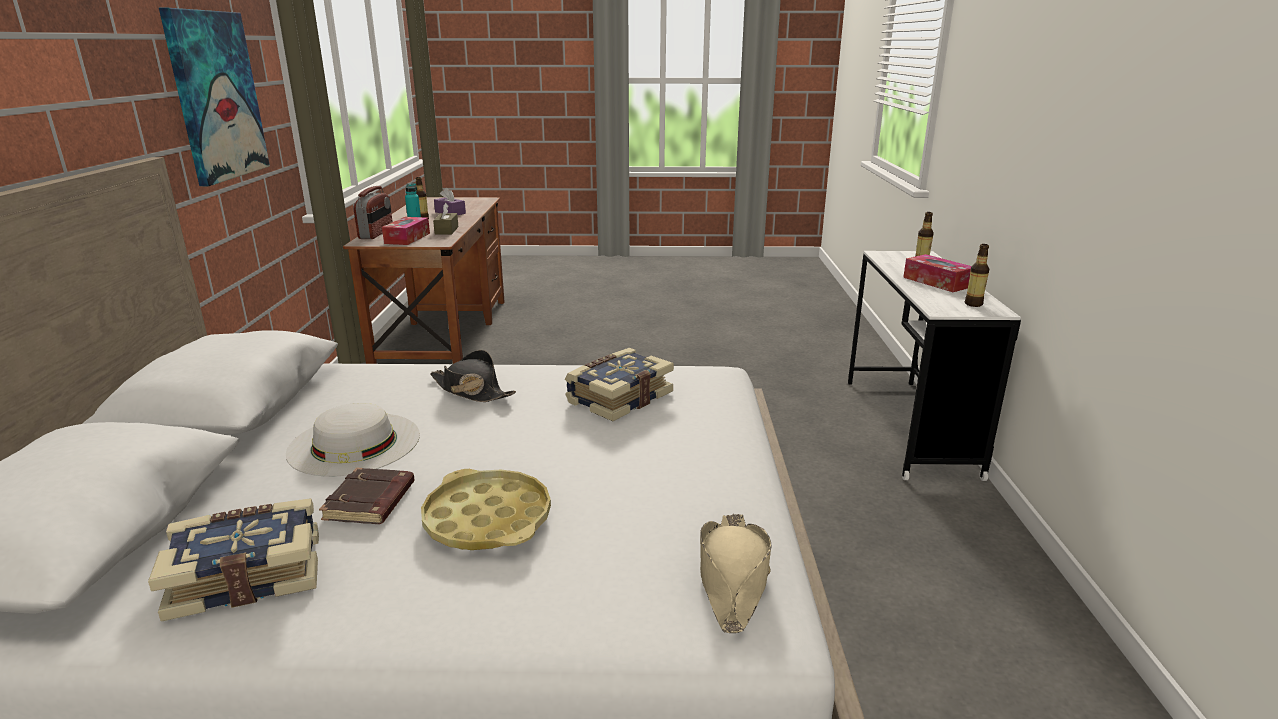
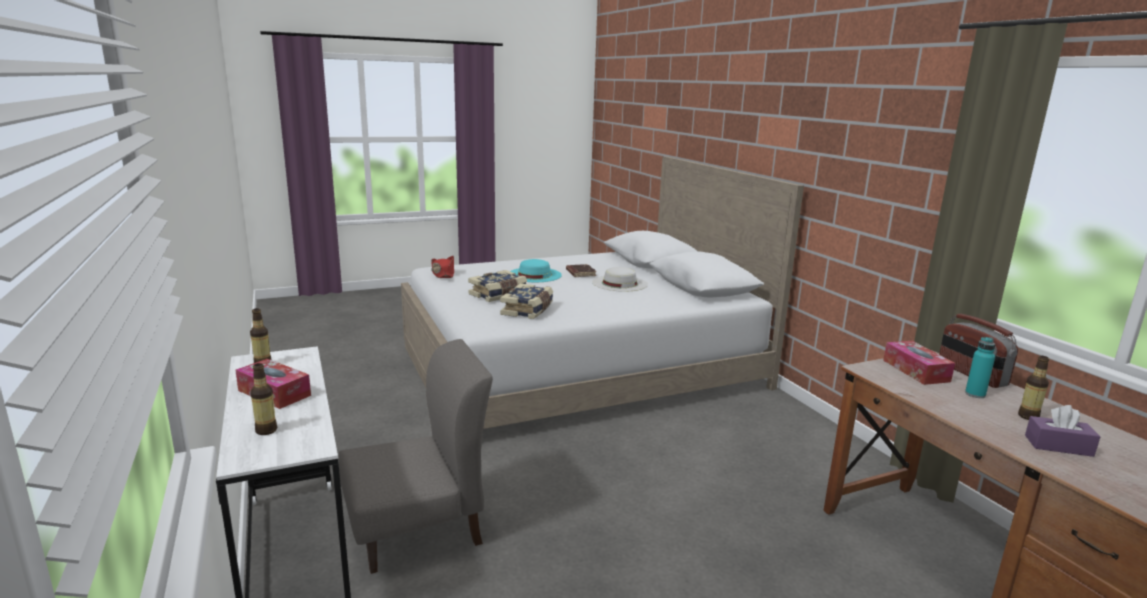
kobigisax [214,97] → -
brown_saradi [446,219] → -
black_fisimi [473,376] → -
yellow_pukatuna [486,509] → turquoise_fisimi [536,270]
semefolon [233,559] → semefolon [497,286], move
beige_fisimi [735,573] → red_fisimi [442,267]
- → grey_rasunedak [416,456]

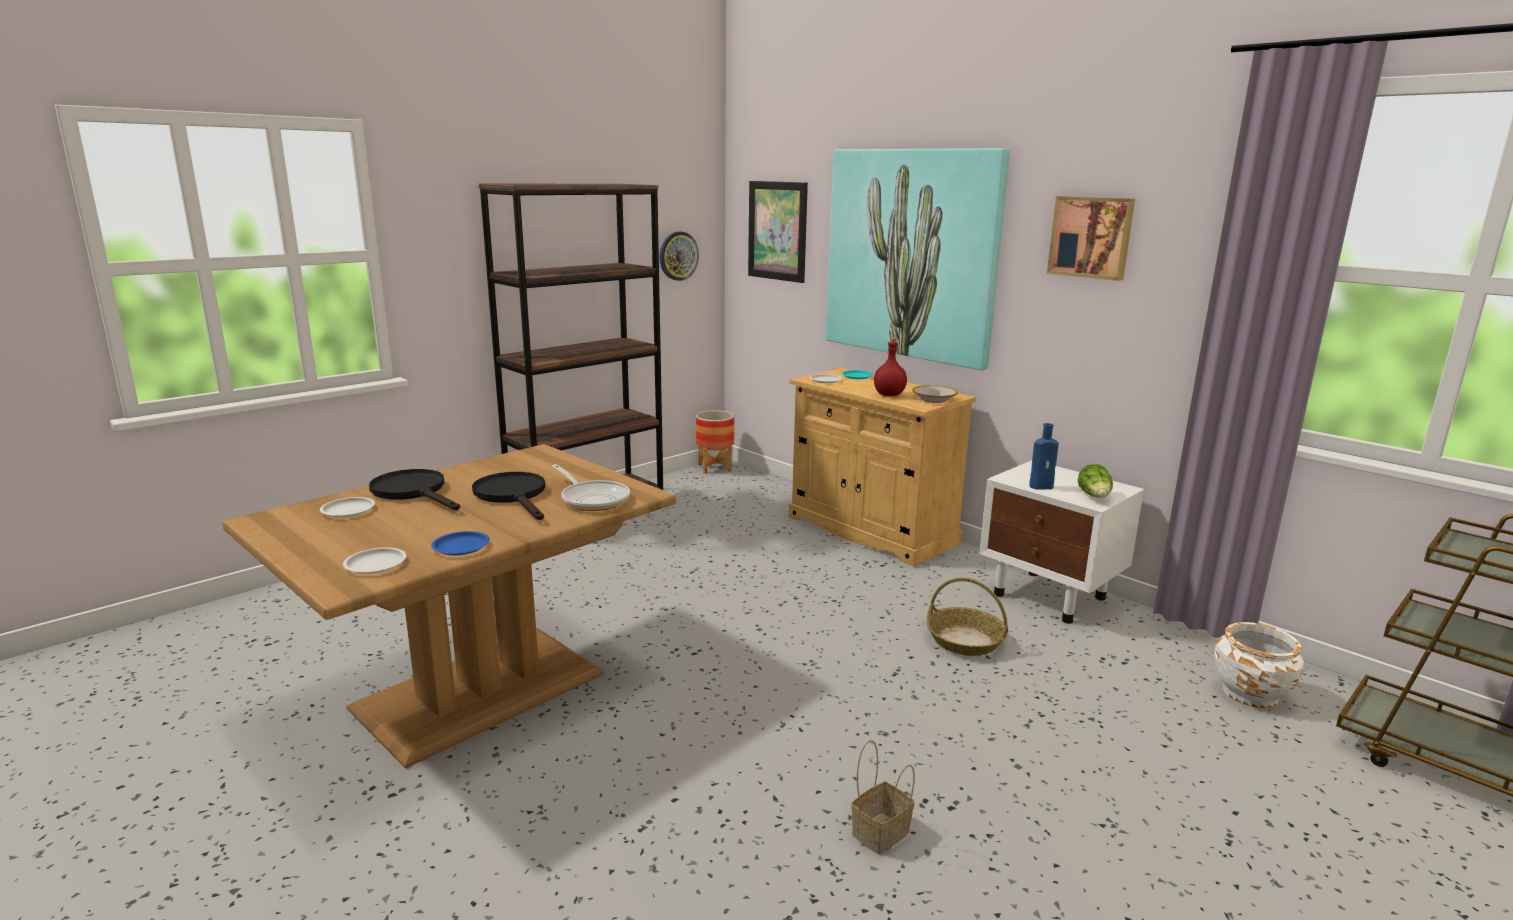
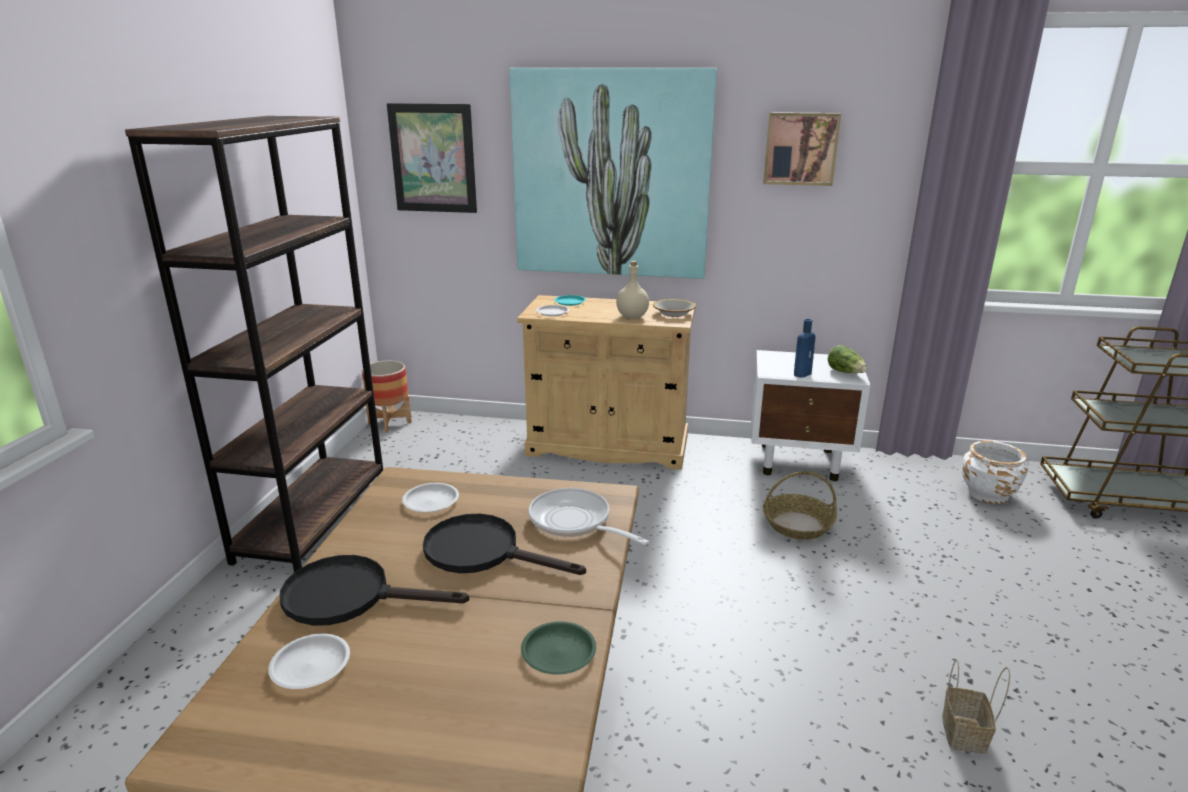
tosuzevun [679,256] → -
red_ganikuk [890,367] → beige_ganikuk [632,289]
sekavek [591,487] → sekavek [589,516], 150 degrees counterclockwise
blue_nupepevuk [460,543] → green_nupepevuk [558,648]
white_nupepevuk [374,560] → white_nupepevuk [430,497], move

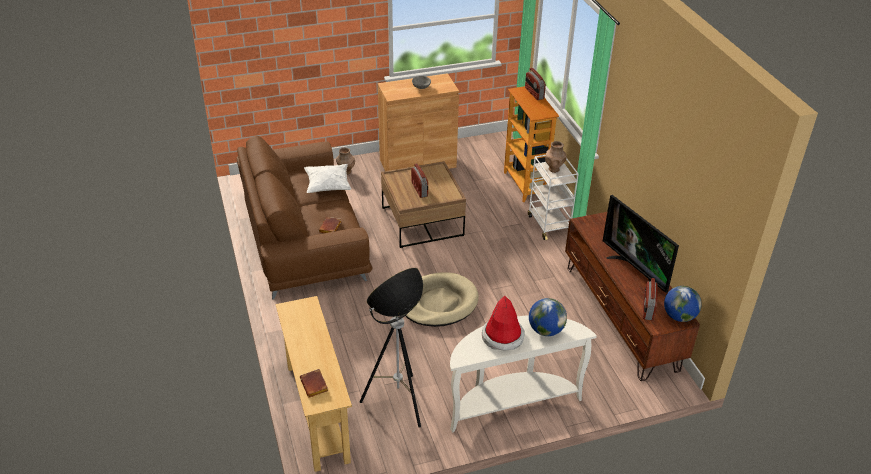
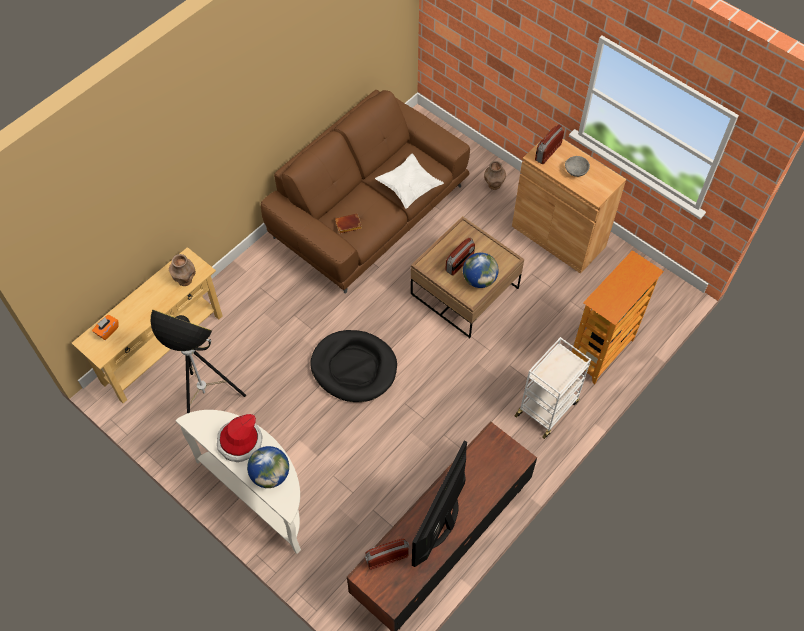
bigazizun [535,84] → bigazizun [549,144], move
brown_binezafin [556,157] → brown_binezafin [182,270], move
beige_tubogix [442,299] → black_tubogix [353,366]
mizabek [683,304] → mizabek [480,270], move
brown_semefolon [314,383] → orange_saradi [105,327]

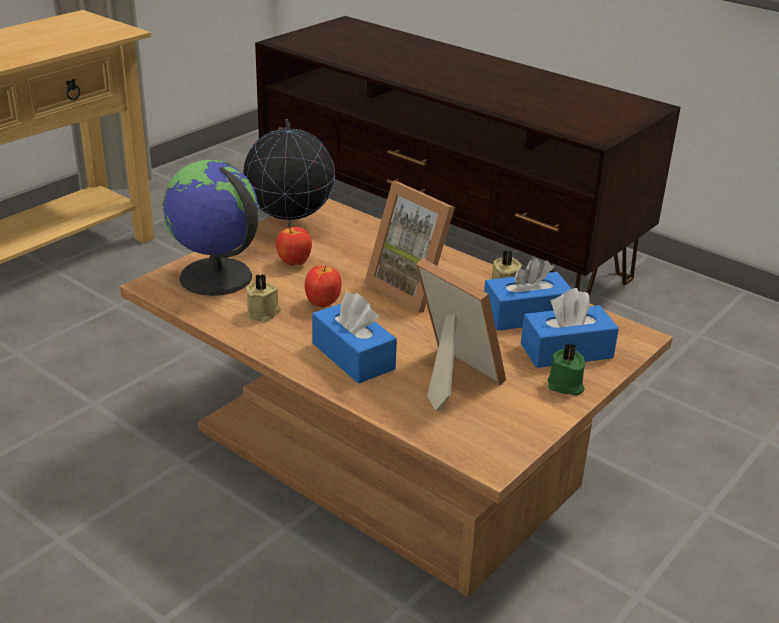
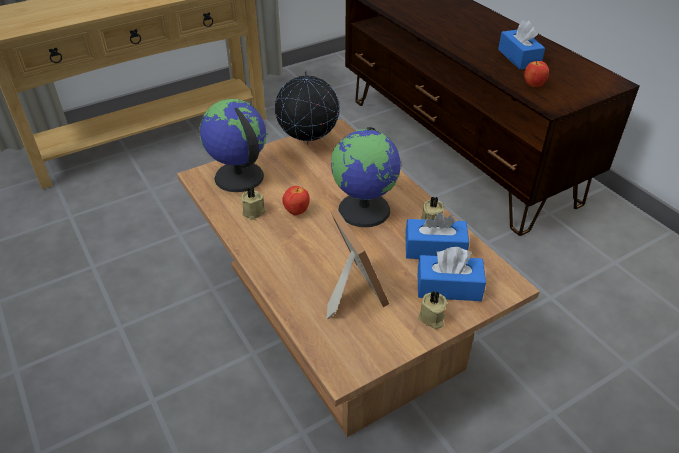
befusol [409,246] → mizabek [366,177]
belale [294,246] → belale [536,74], move
blue_saradi [354,338] → blue_saradi [521,45], move
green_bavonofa [566,369] → beige_bavonofa [432,310]

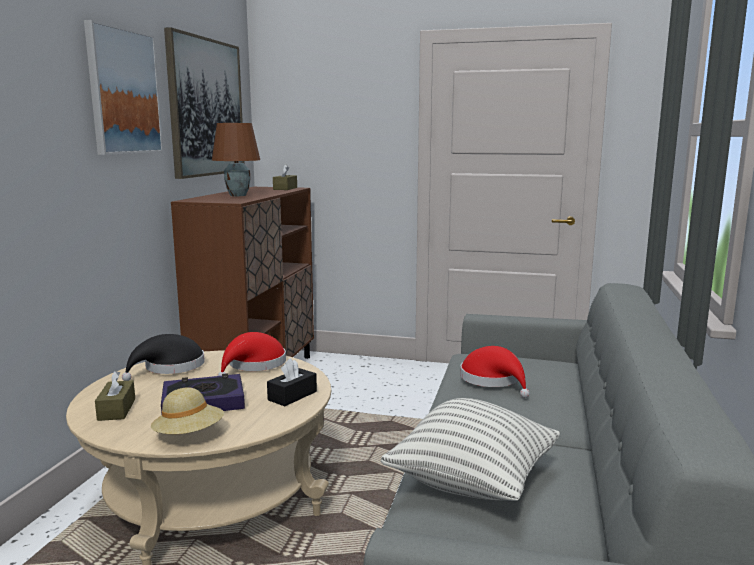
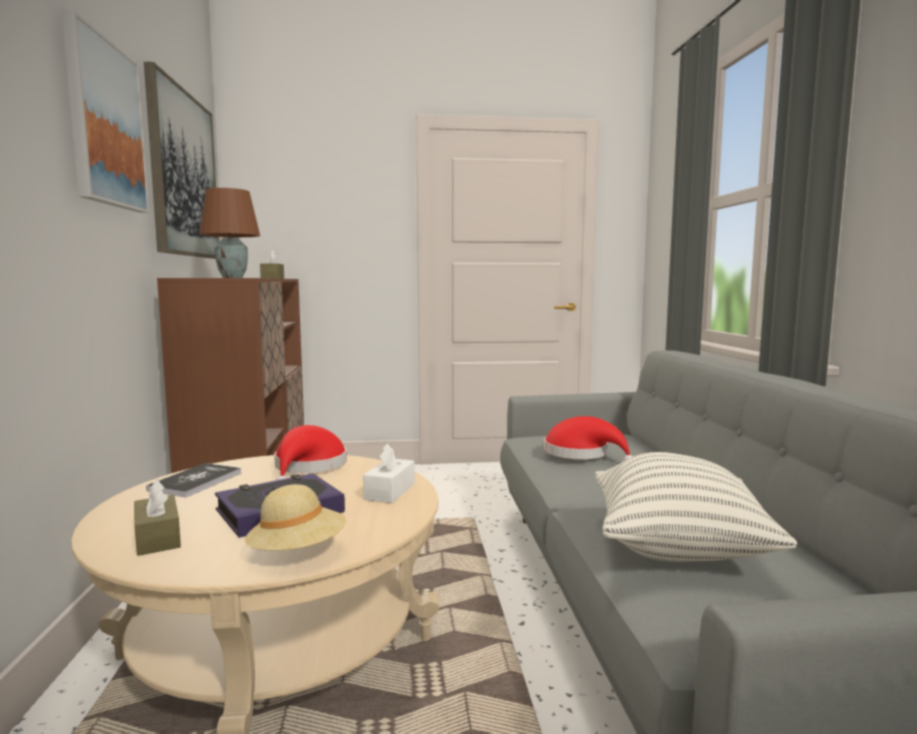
black_fisimi [163,357] → semefolon [193,480]
black_saradi [292,382] → white_saradi [389,473]

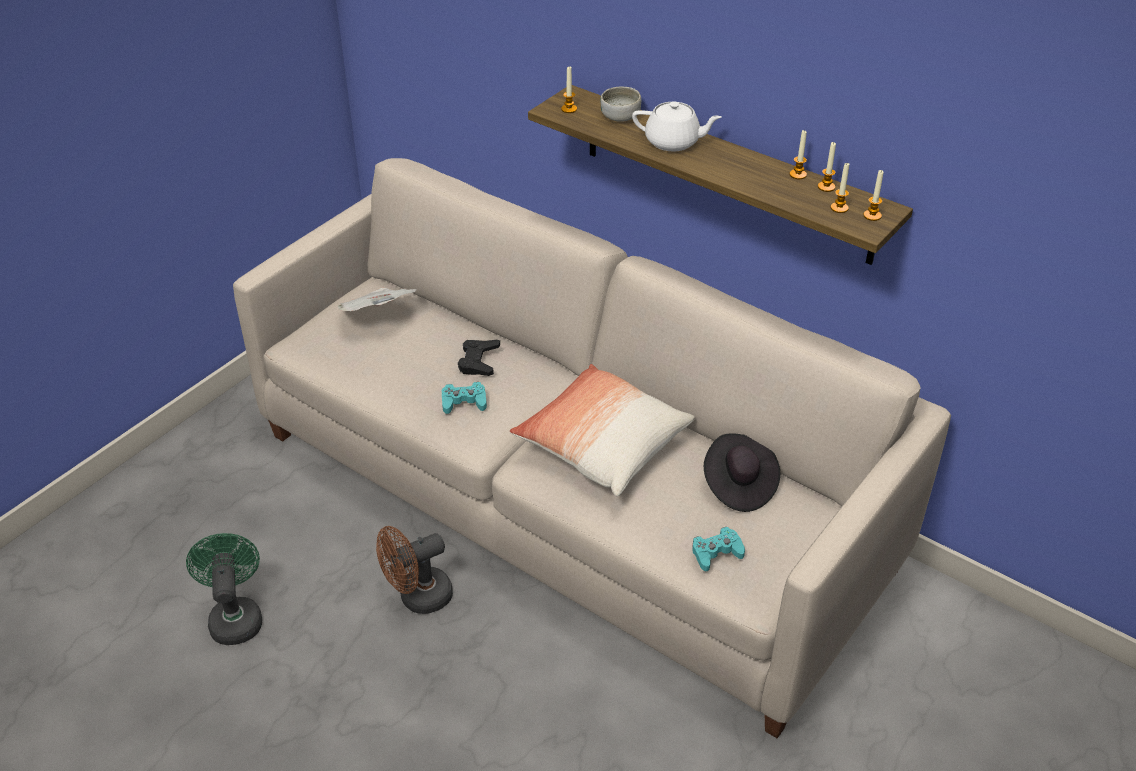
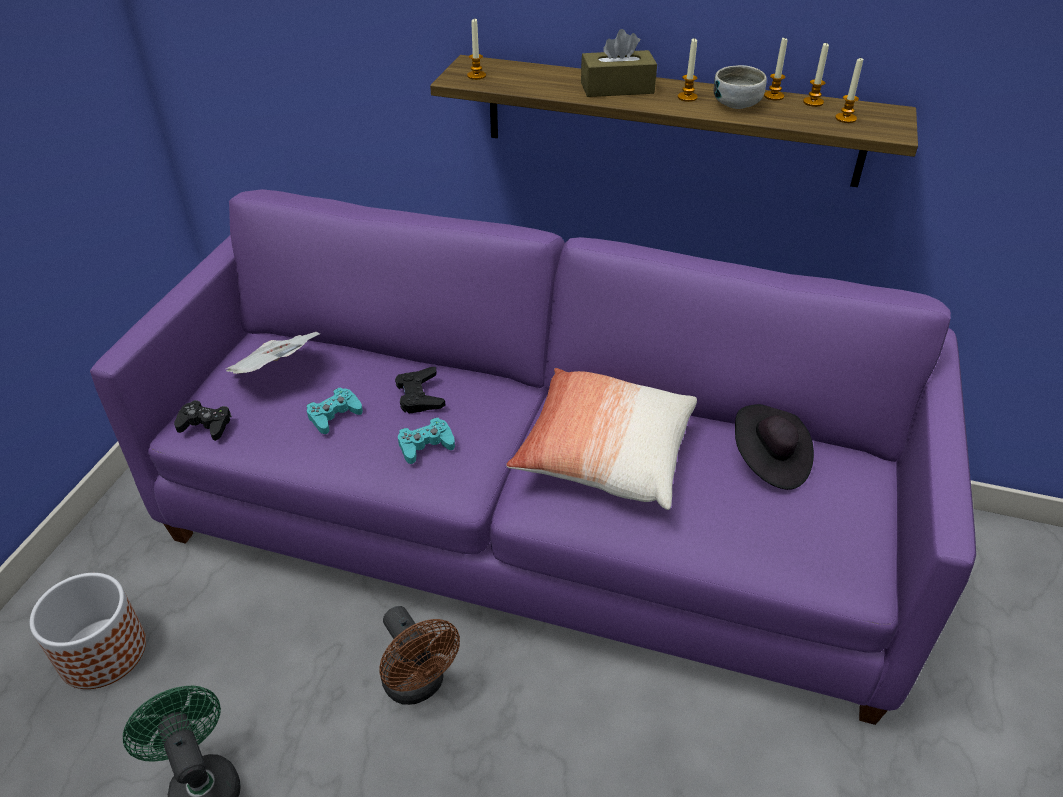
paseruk [620,104] → paseruk [740,87], move
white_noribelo [676,127] → brown_saradi [619,63]
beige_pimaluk [592,448] → purple_pimaluk [533,457]
bavonofa [873,195] → bavonofa [688,70], move
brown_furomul [414,570] → brown_furomul [419,655], 75 degrees counterclockwise
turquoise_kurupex [718,549] → turquoise_kurupex [335,410], move
- → black_kurupex [203,420]
- → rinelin [88,631]

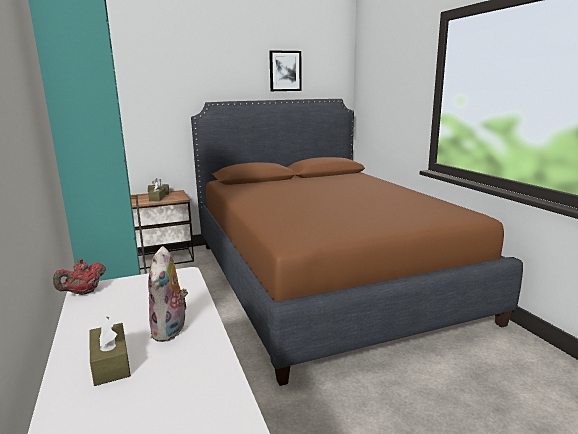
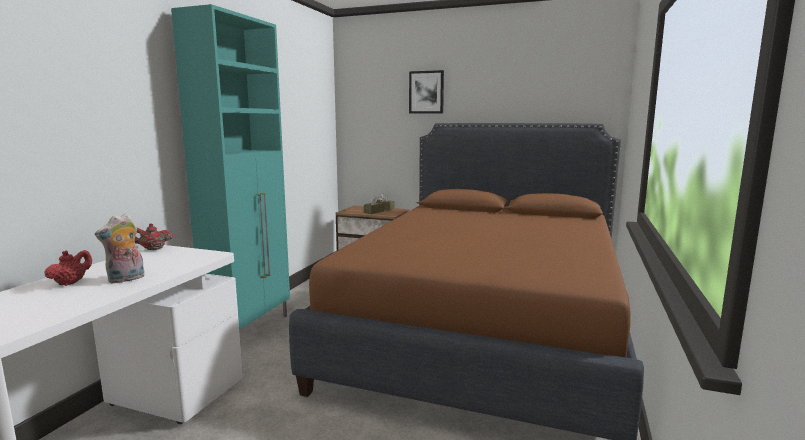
kobigisax [285,70] → kobigisax [426,92], move
brown_saradi [110,351] → red_noribelo [68,268]

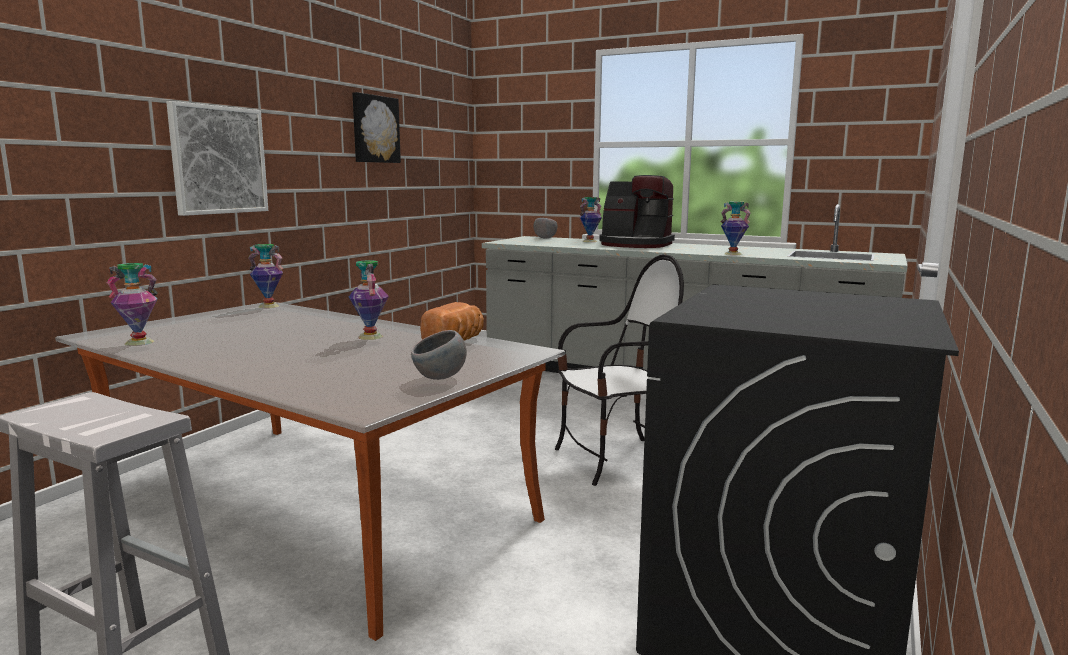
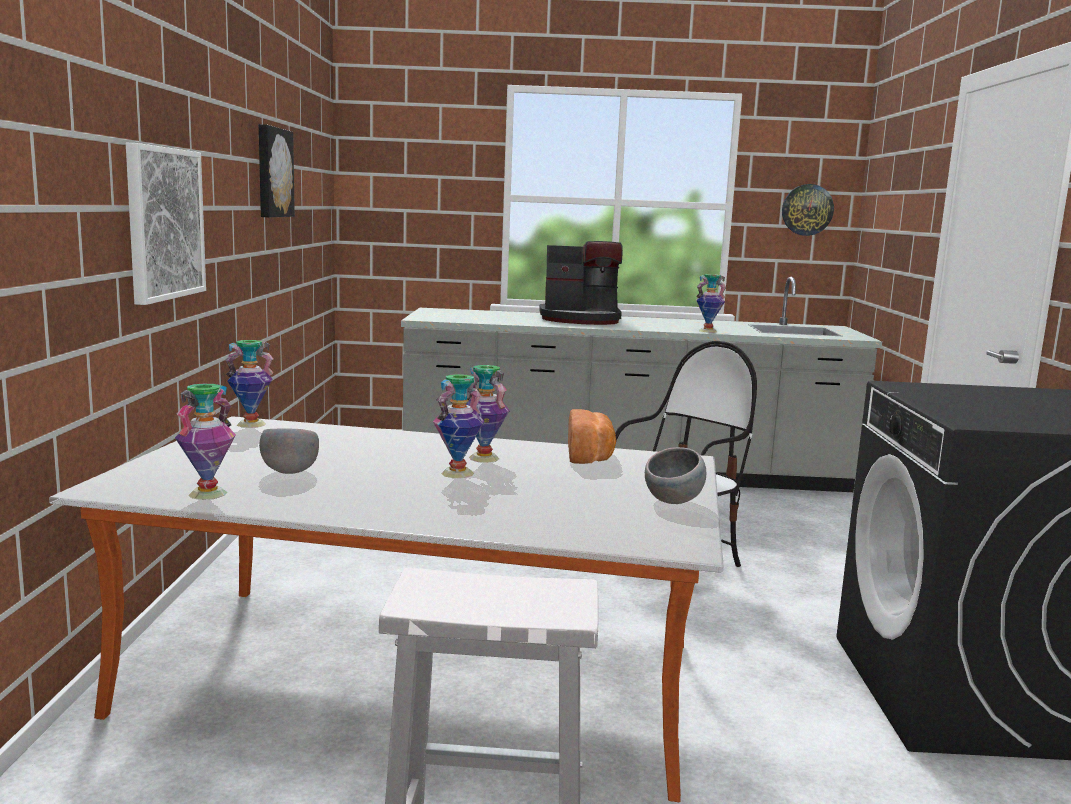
binezafin [590,219] → binezafin [459,426], move
grey_paseruk [545,228] → grey_paseruk [289,451], move
- → tosuzevun [808,210]

